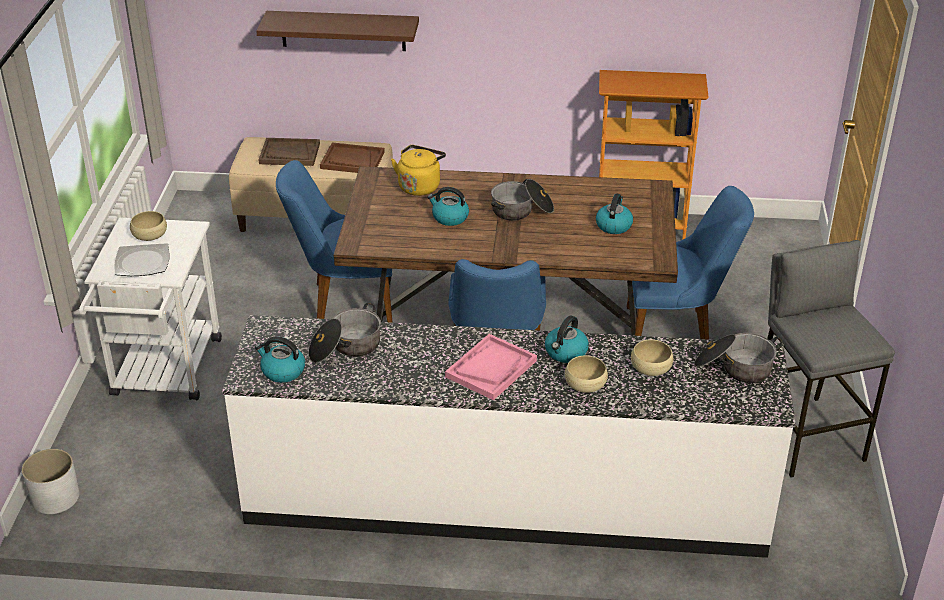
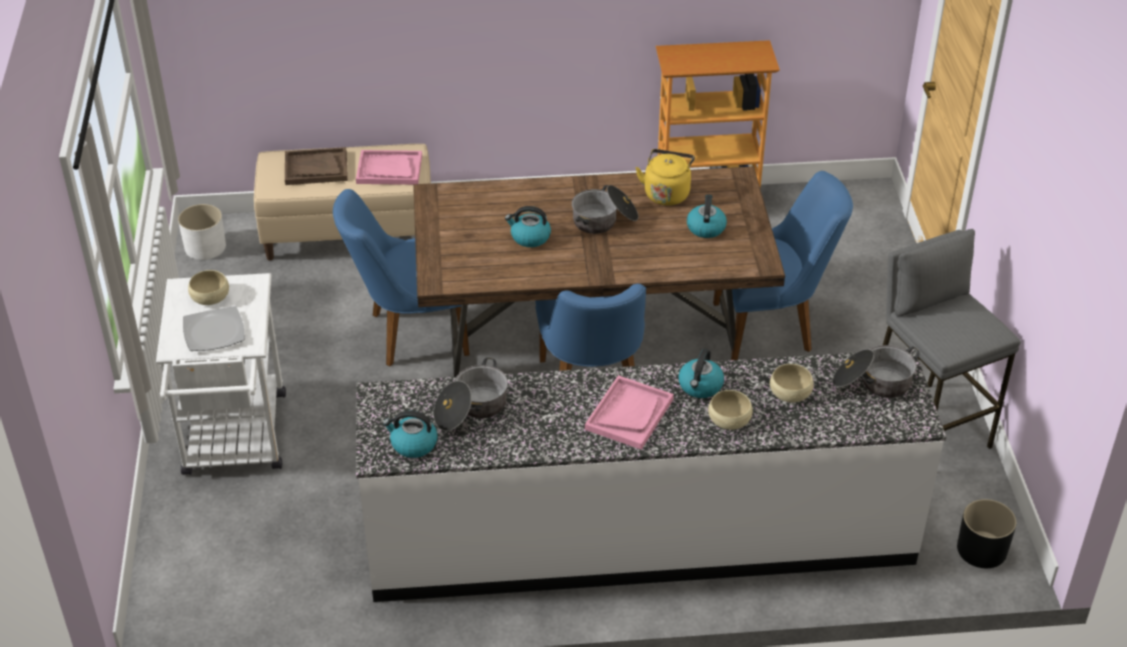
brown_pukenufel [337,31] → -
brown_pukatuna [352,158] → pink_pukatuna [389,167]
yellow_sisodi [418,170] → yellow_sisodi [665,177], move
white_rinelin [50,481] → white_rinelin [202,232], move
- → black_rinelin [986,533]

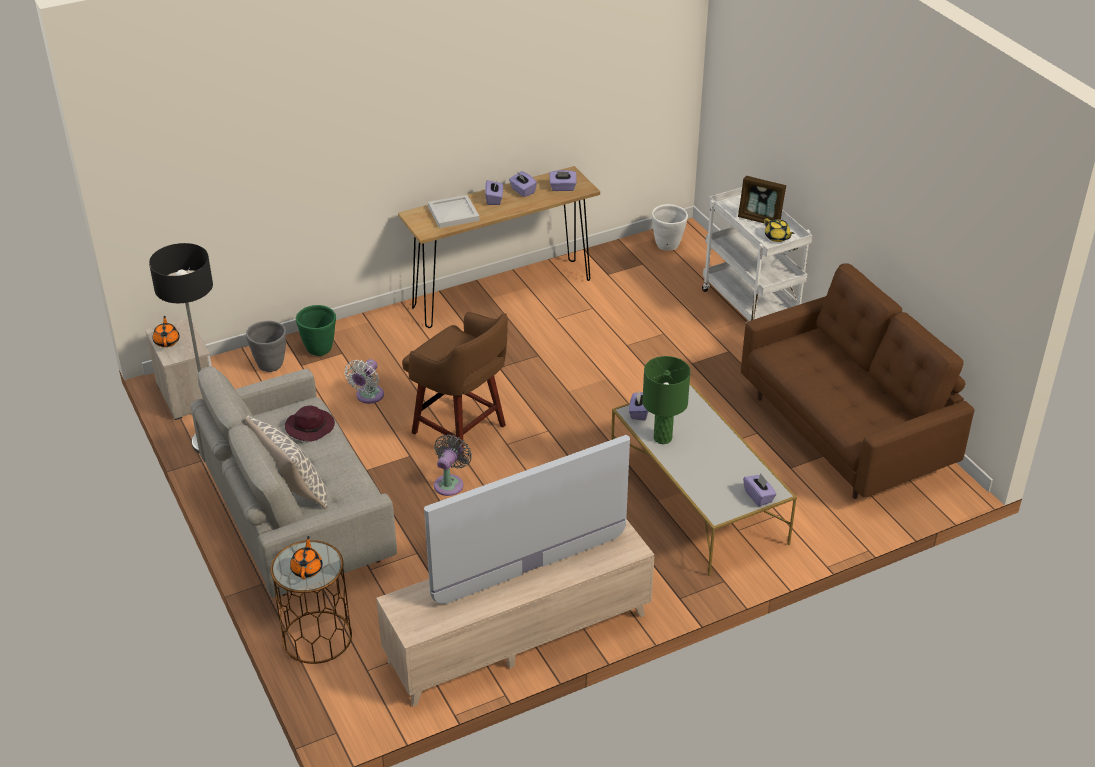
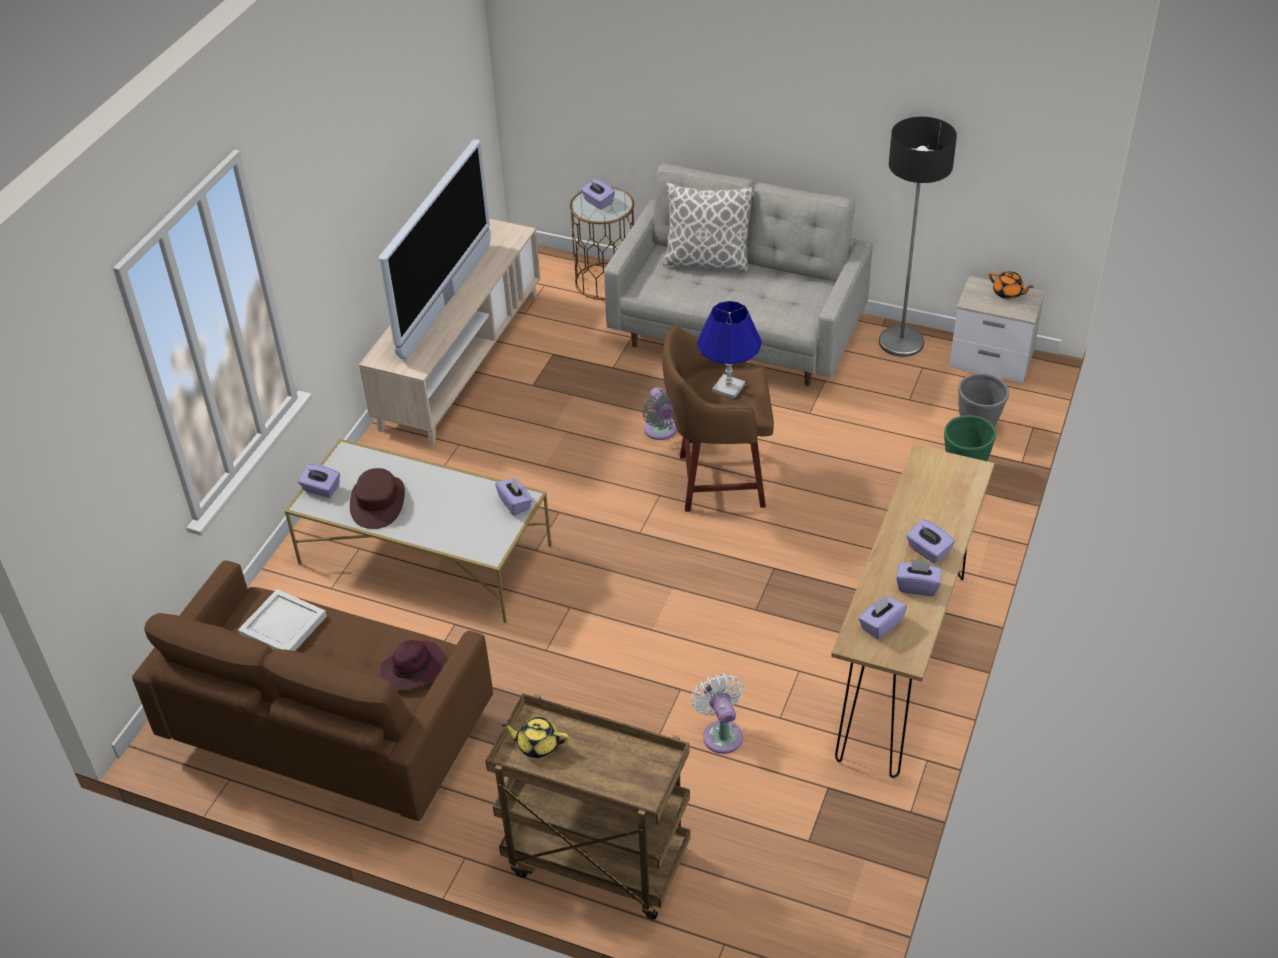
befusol [762,200] → -
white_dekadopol [757,255] → brown_dekadopol [587,807]
white_pukatuna [454,211] → white_pukatuna [282,620], move
white_rinelin [670,227] → -
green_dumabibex [666,400] → -
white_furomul [364,381] → white_furomul [717,714], move
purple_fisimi [310,424] → purple_fisimi [412,665], move
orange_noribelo [306,557] → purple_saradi [598,194]
- → blue_dumabibex [729,350]
- → brown_fisimi [377,498]

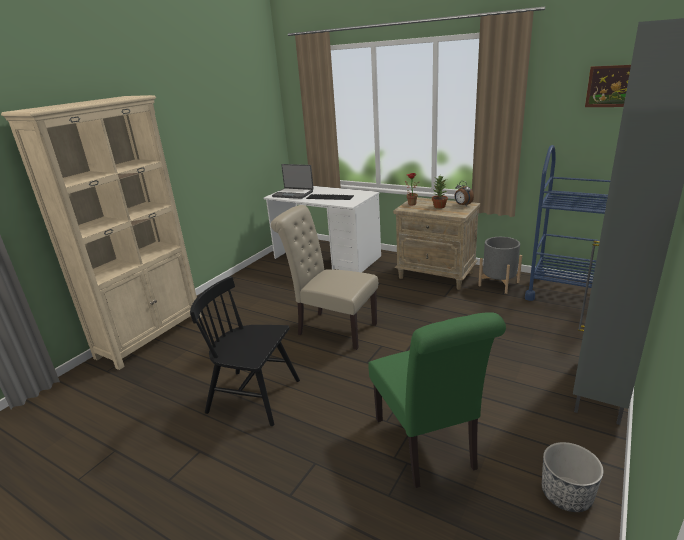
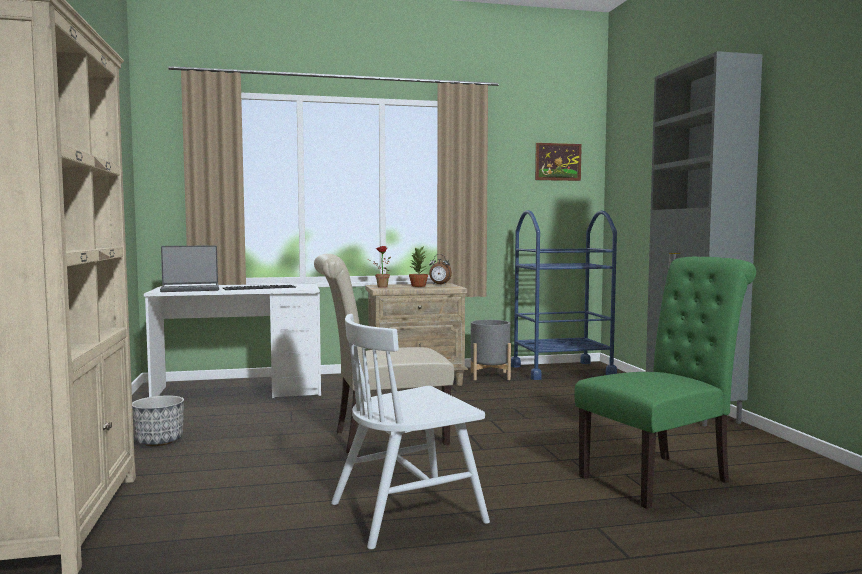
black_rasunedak [245,351] → white_rasunedak [410,432]
green_rasunedak [437,400] → green_rasunedak [665,383], 60 degrees counterclockwise
rinelin [573,477] → rinelin [158,420], move

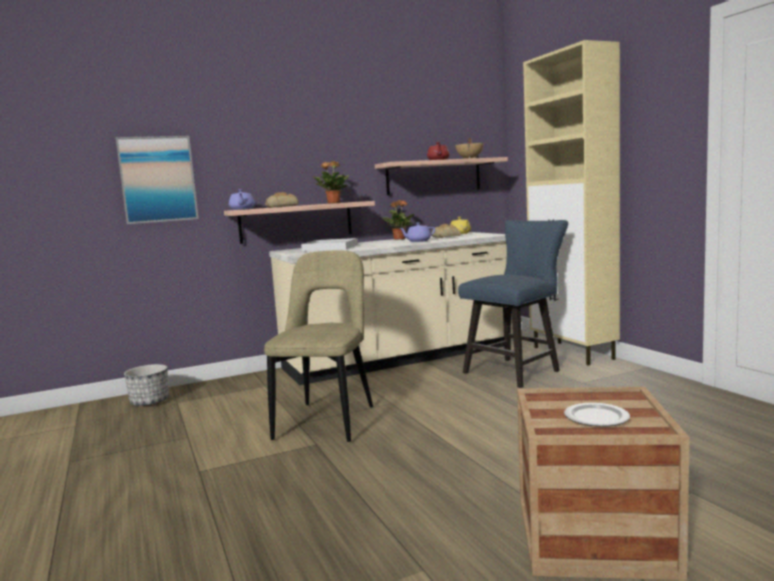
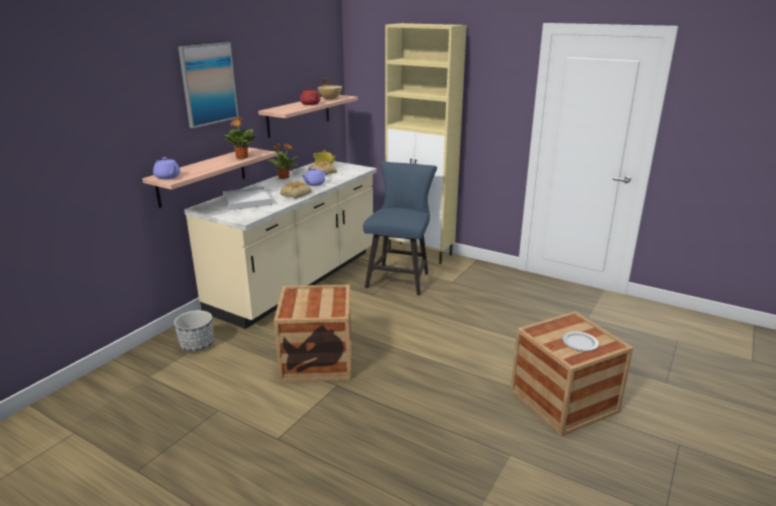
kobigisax [157,180] → kobigisax [208,85], move
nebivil [281,199] → nebivil [296,190], move
beige_rasunedak [318,346] → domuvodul [313,333]
rinelin [146,385] → rinelin [194,331], move

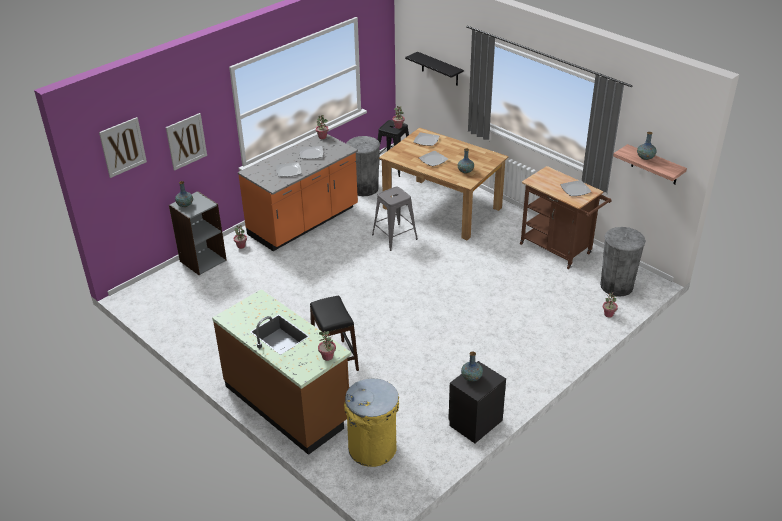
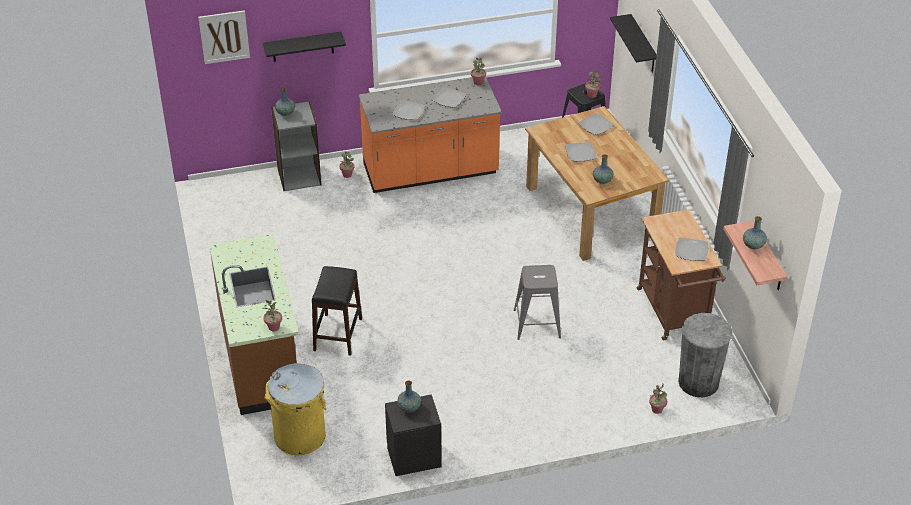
kobigisax [186,142] → black_pukenufel [304,46]
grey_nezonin [363,166] → -
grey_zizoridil [395,219] → grey_zizoridil [537,302], move

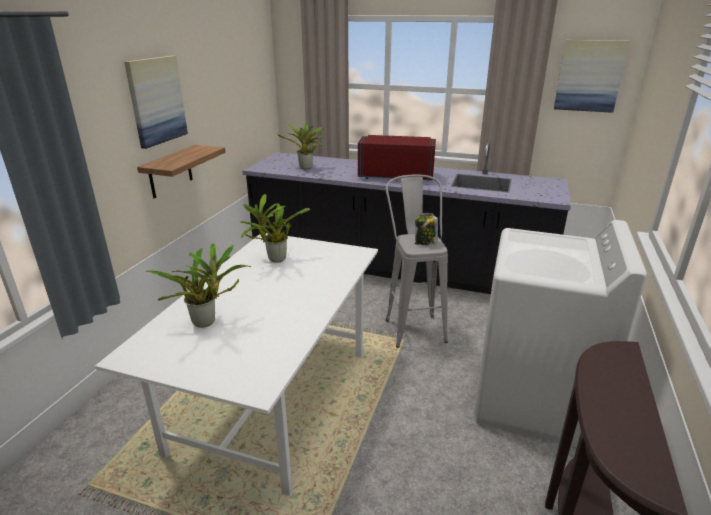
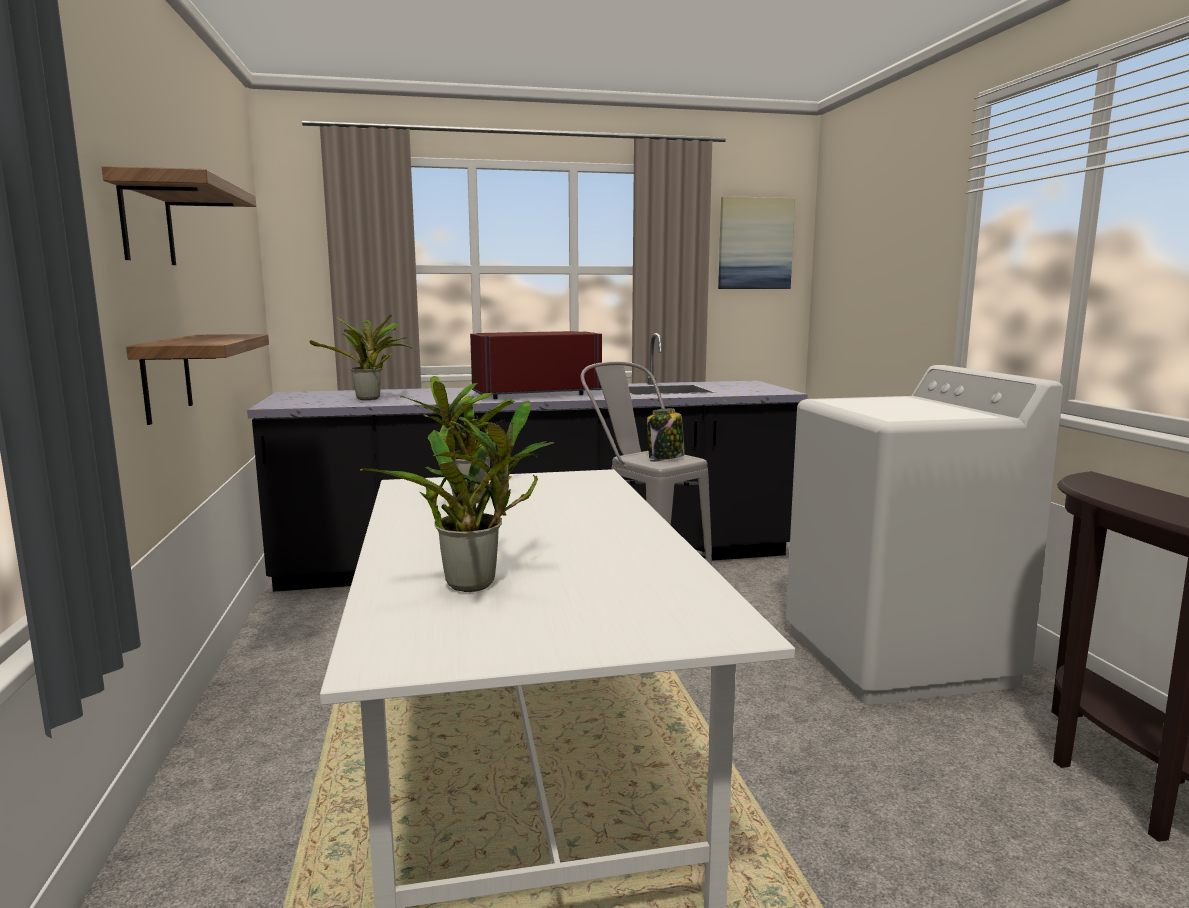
kobigisax [156,102] → pukenufel [179,215]

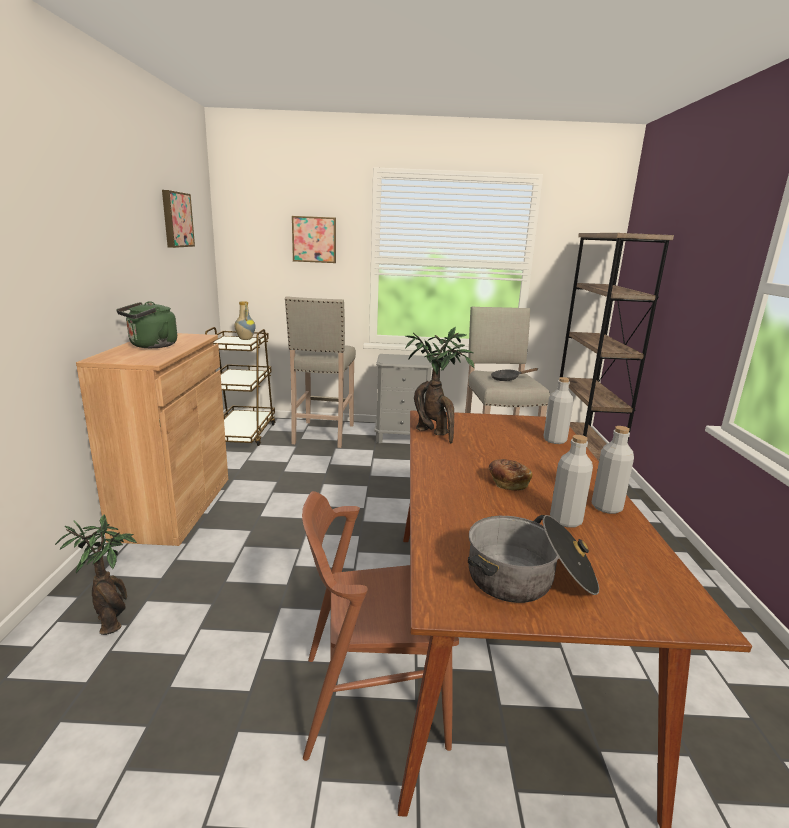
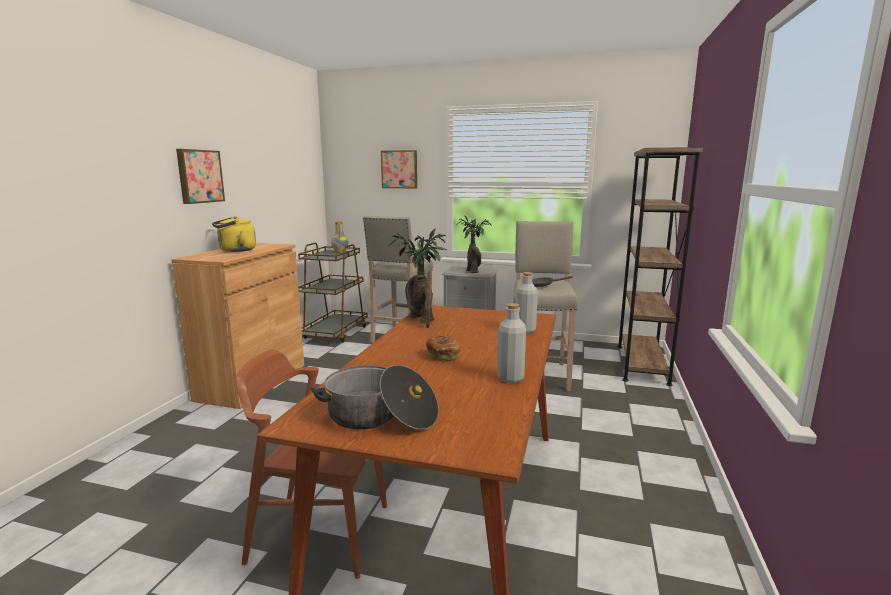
kobigisax [178,219] → kobigisax [200,176], move
green_sisodi [147,324] → yellow_sisodi [234,234]
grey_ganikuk [571,481] → -
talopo [96,574] → talopo [475,244], move

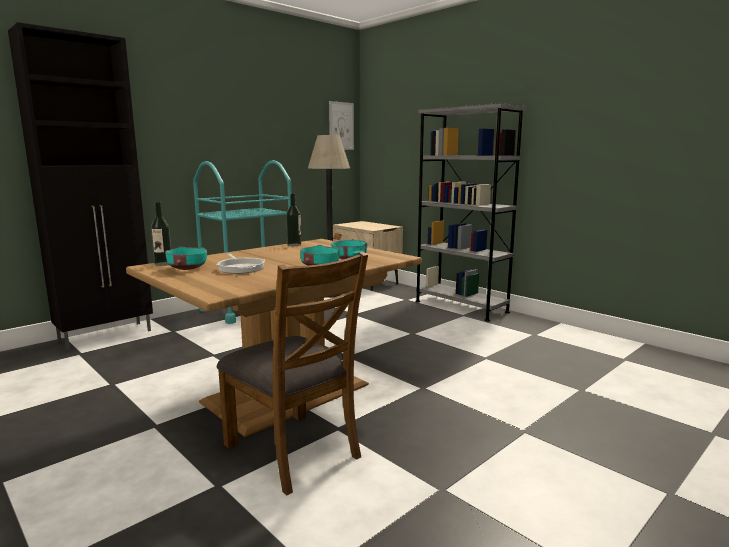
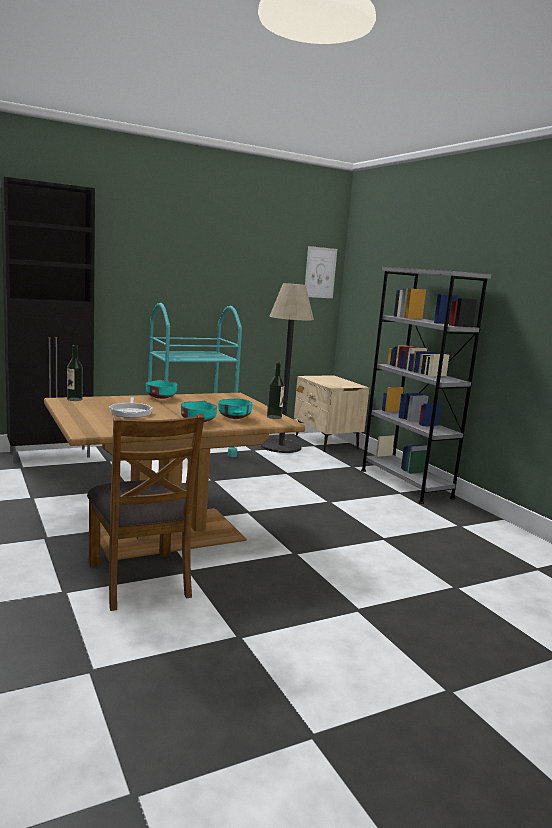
ganikuk [293,219] → ganikuk [275,390], move
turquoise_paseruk [186,258] → turquoise_paseruk [161,389], move

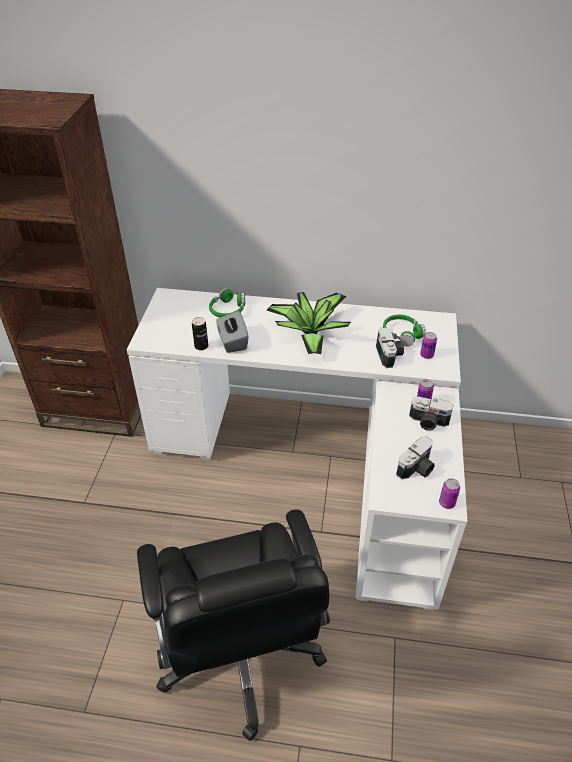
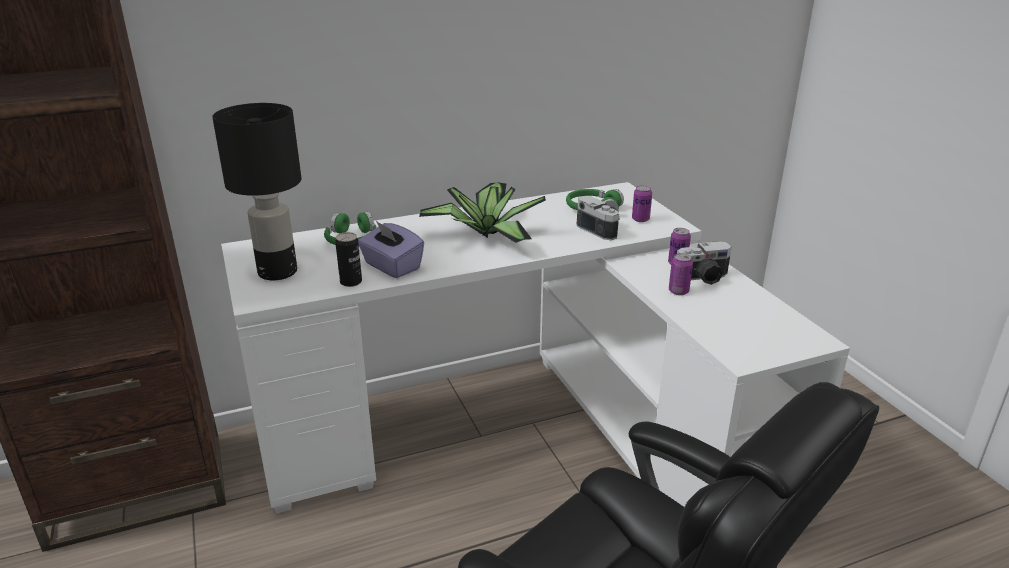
grey_saradi [232,332] → purple_saradi [391,249]
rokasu [415,457] → -
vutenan [449,493] → vutenan [681,274], move
- → black_dumabibex [256,191]

